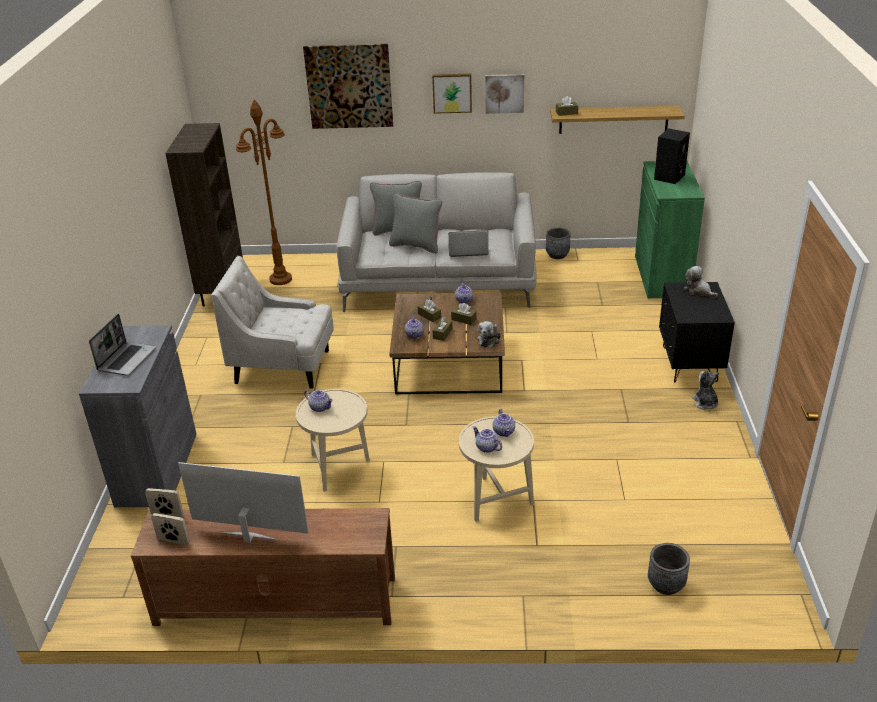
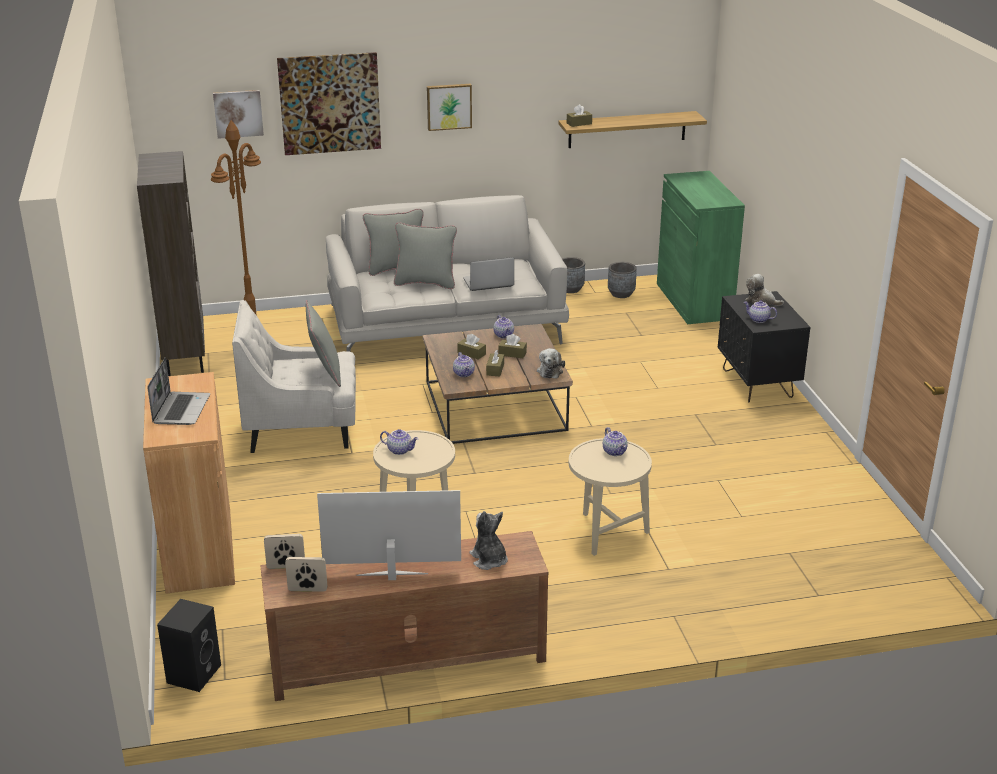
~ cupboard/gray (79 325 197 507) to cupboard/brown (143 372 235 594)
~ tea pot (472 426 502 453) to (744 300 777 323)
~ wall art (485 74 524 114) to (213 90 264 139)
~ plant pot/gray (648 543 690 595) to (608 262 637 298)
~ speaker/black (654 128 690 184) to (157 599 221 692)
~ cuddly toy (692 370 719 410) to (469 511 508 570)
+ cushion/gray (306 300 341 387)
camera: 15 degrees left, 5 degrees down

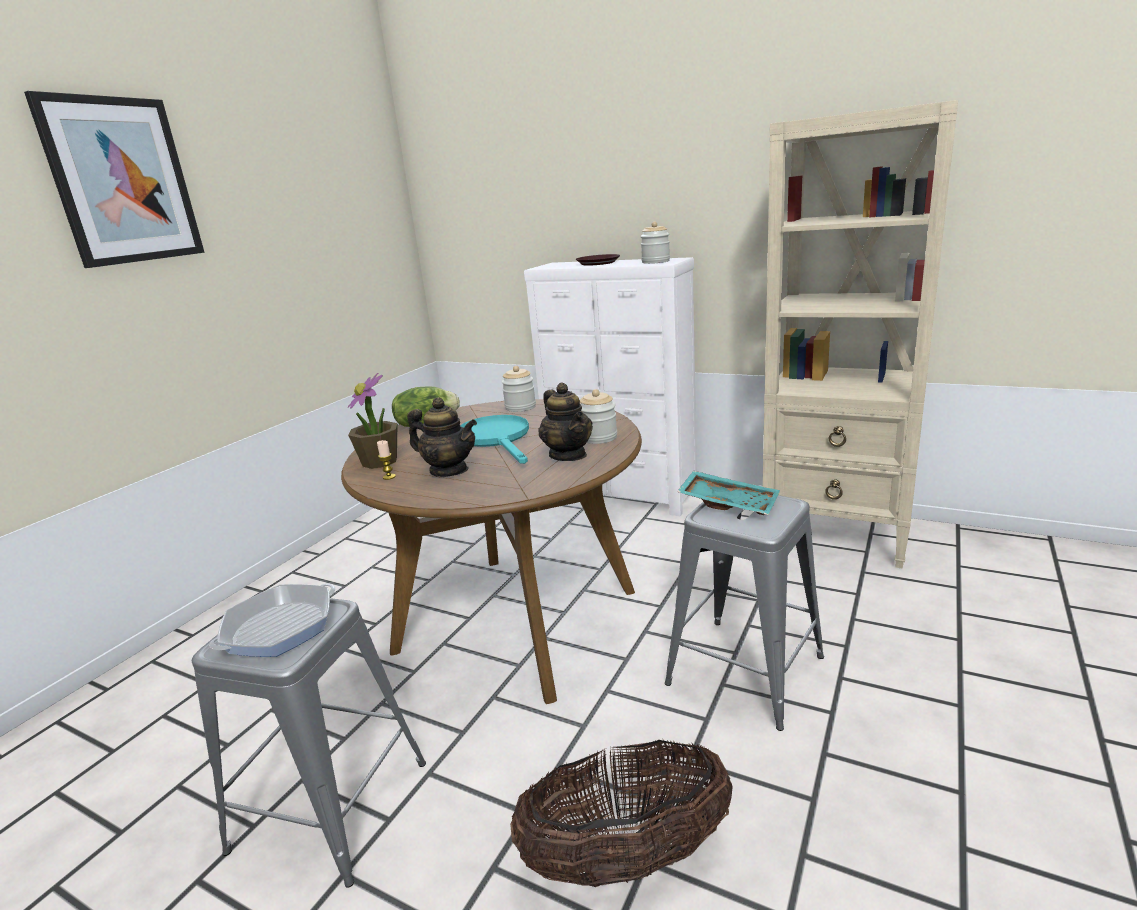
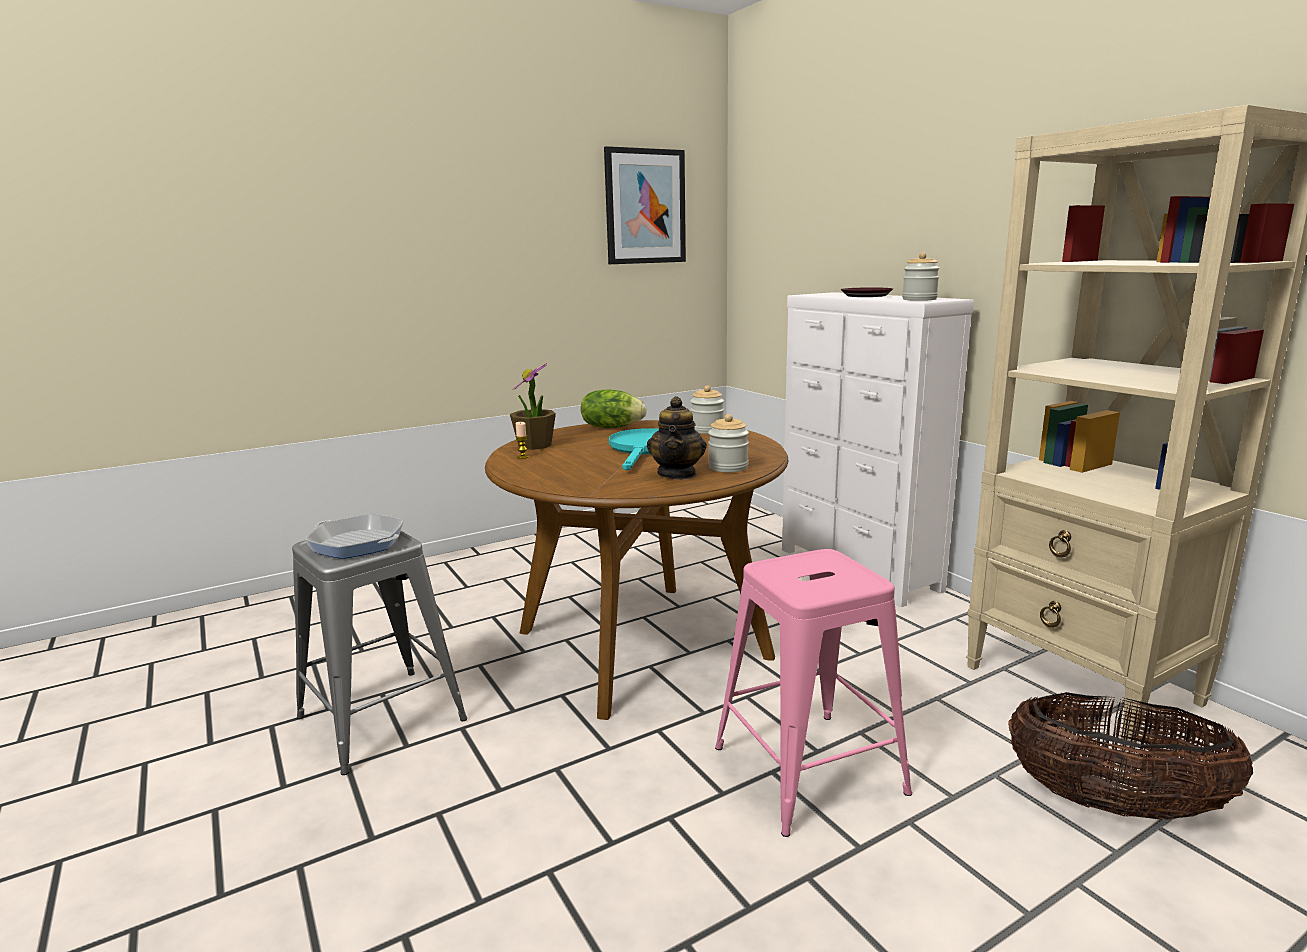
~ wall art (24 91 205 268) to (604 146 686 264)
~ frying pan (209 584 335 657) = (305 514 404 559) 45 degrees clockwise
- tea pot (407 397 477 477)
~ household basket (510 739 733 887) to (1008 692 1253 820)
~ stool/gray (665 495 824 731) to stool/pink-coloured (715 549 912 837)
- serving tray/turquoise-coloured (677 471 780 515)
camera: 30 degrees right, 5 degrees down

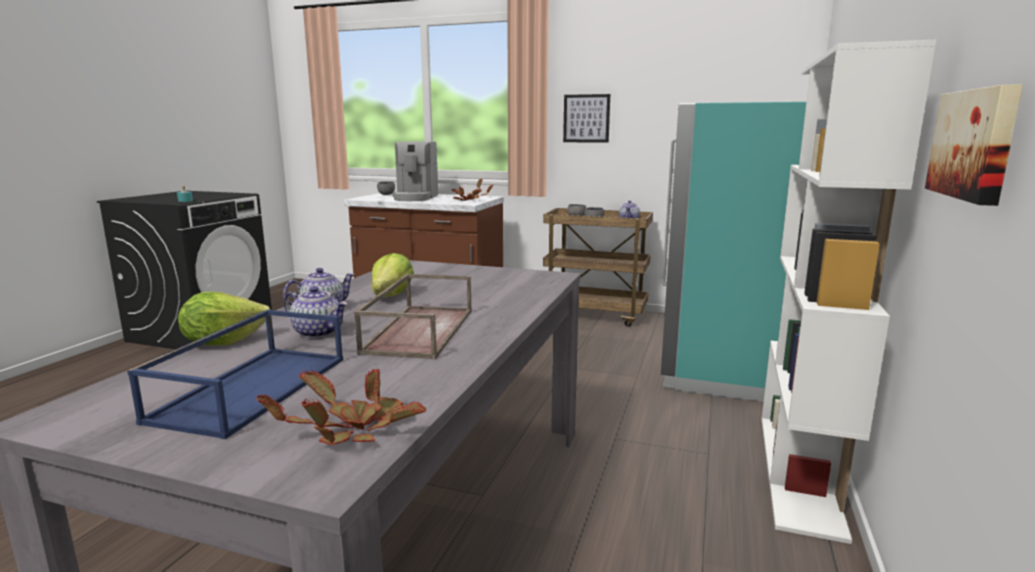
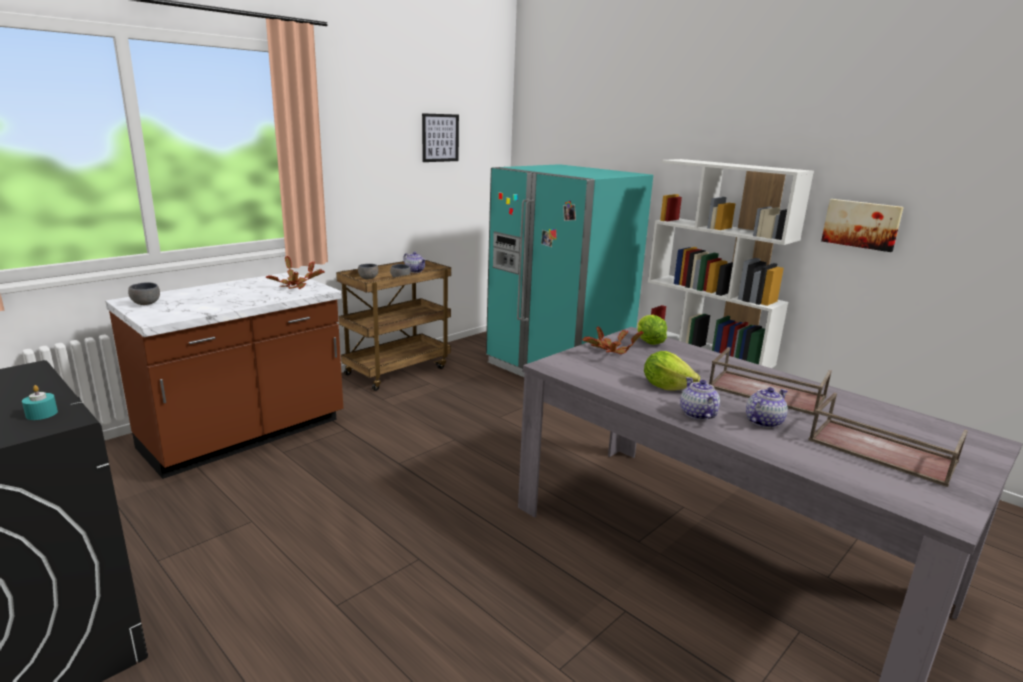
~ serving tray/blue-coloured (127 310 343 439) to serving tray/brown (808 393 968 487)
~ head of lettuce (178 292 270 345) to (637 314 667 345)
~ plant in a pot (257 368 426 445) to (582 327 644 354)
- coffee brewer (392 141 438 201)
~ wall art (563 94 610 143) to (422 113 459 162)
camera: 65 degrees left, 5 degrees up

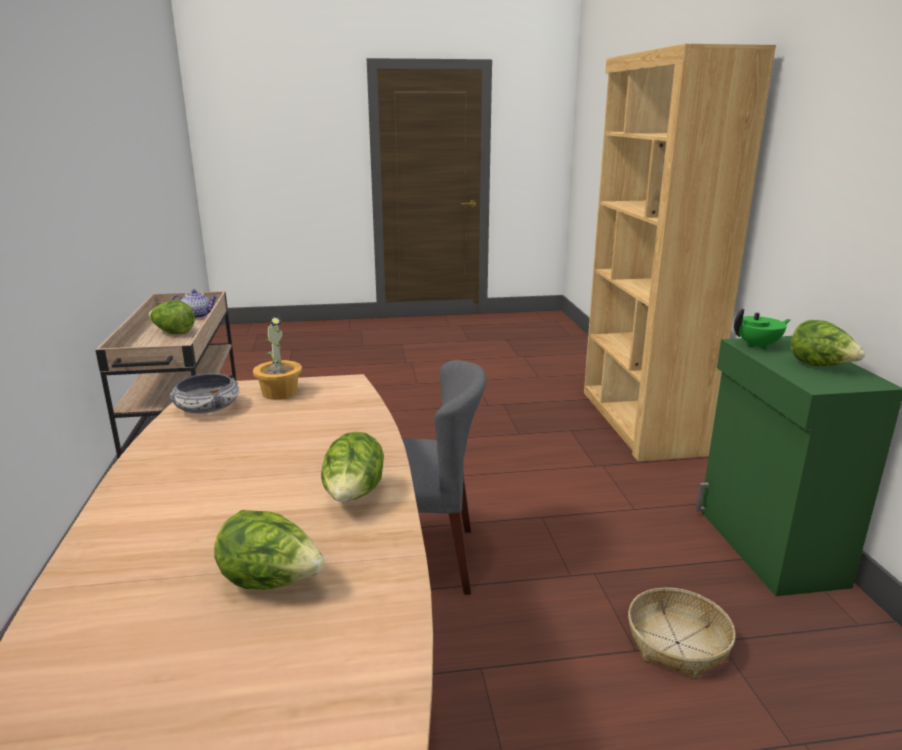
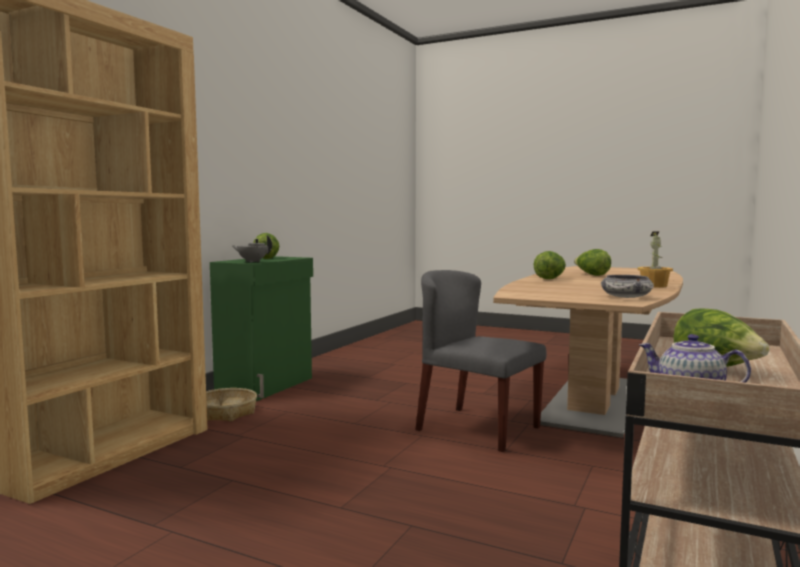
~ plant in a pot (253 316 302 400) to (637 232 673 288)
~ household basket (628 588 736 679) to (206 388 257 421)
~ tea pot/greenish (734 309 791 350) to tea pot/gray (232 235 272 262)
camera: 145 degrees left, 15 degrees down

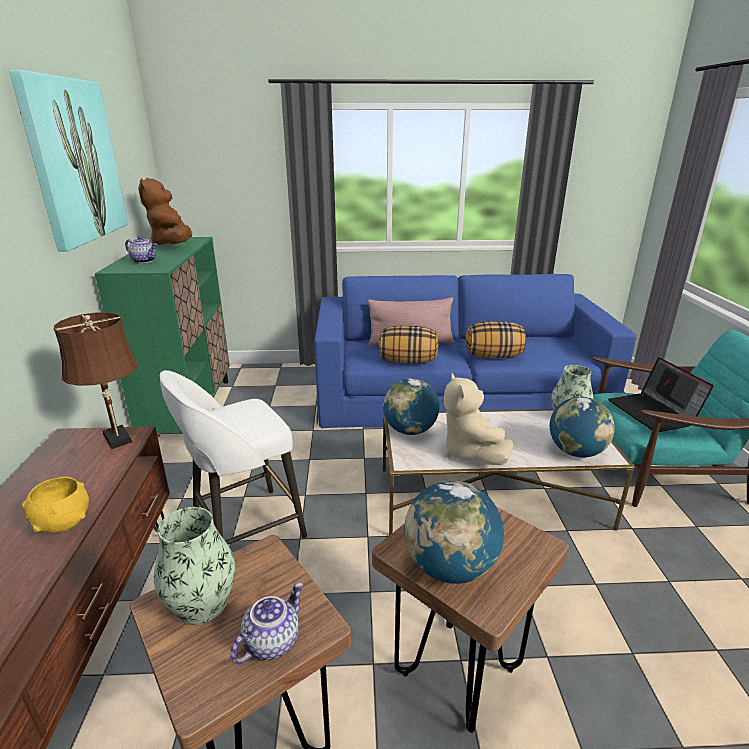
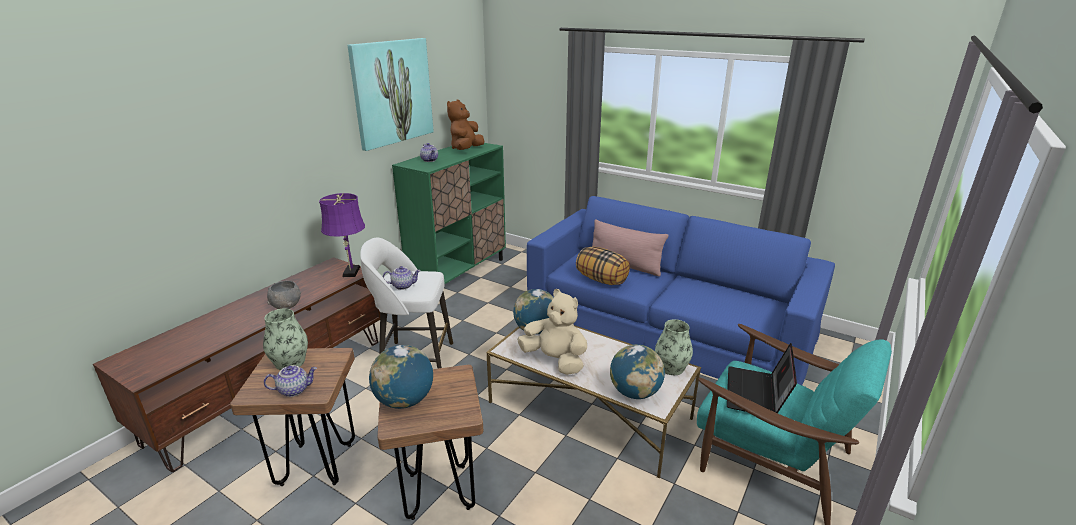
~ serving bowl/yellow-coloured (22 477 89 533) to serving bowl/gray (267 281 301 309)
~ lamp for a table/brown (54 312 138 449) to lamp for a table/purplish (319 193 365 277)
~ cuddly toy/beige-coloured (444 373 513 465) = (517 289 587 375) 105 degrees clockwise
- cushion (466 321 526 358)
+ tea pot (383 266 421 290)
camera: 35 degrees right, 0 degrees up

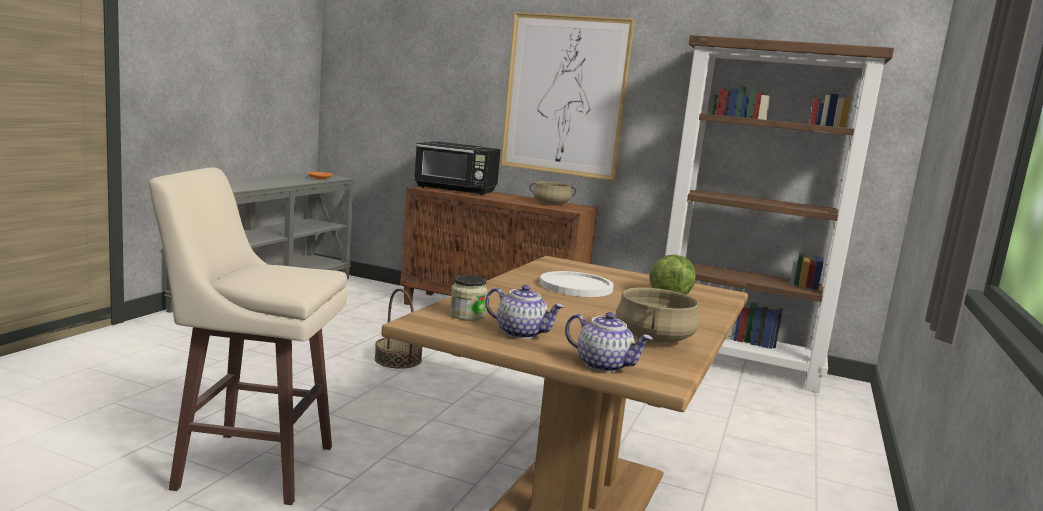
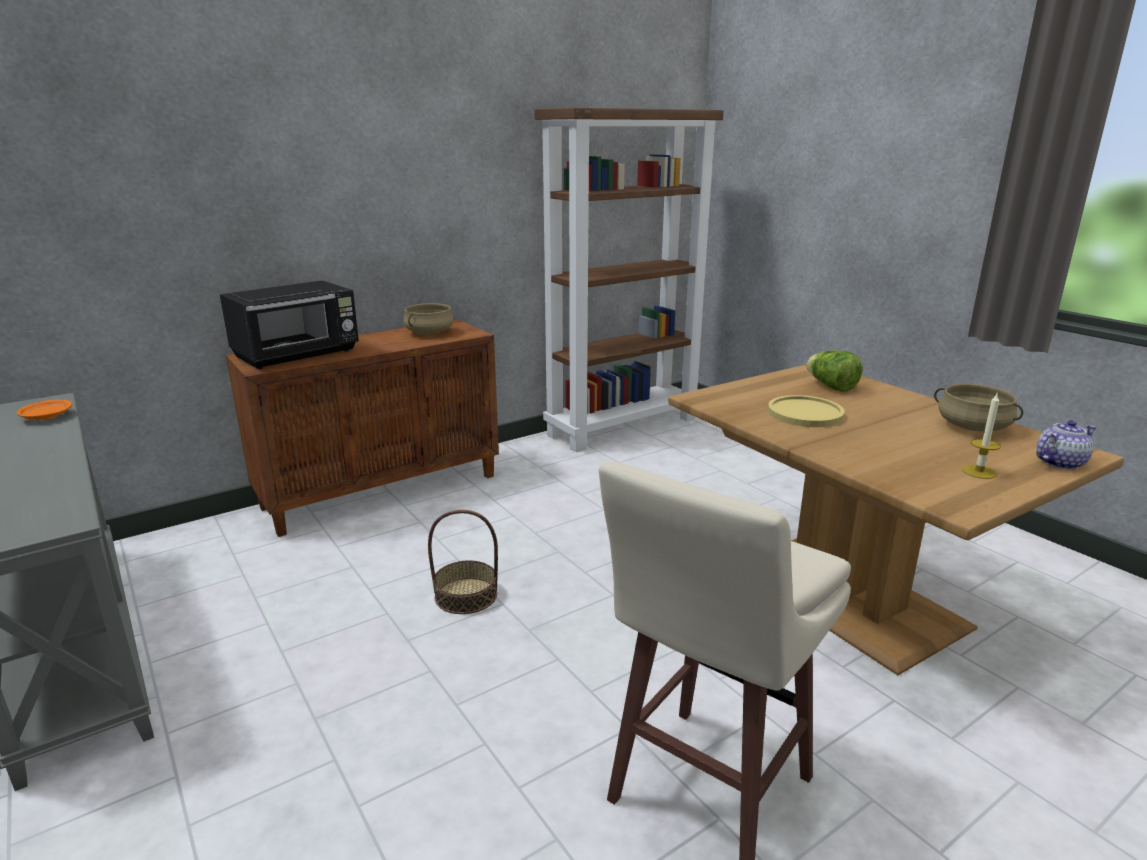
- jar (450 275 487 321)
~ tea pot (485 285 564 339) to wax light (962 394 1001 479)
- wall art (500 12 635 181)
~ flat dish/white-coloured (540 271 614 297) to flat dish/yellow-coloured (768 395 845 427)
camera: 55 degrees left, 10 degrees up

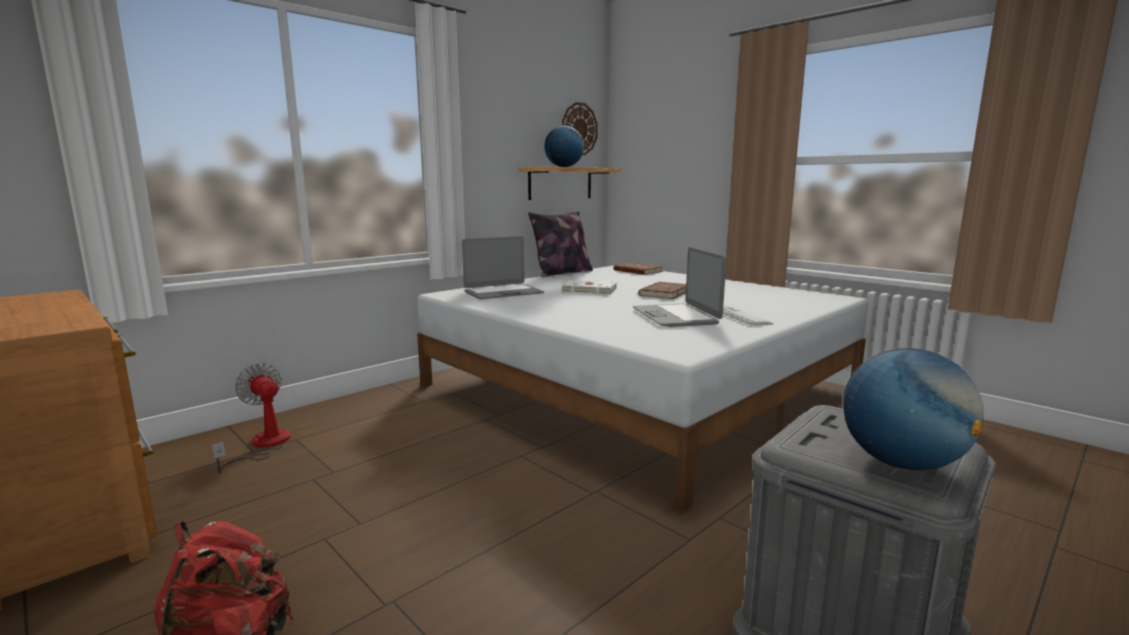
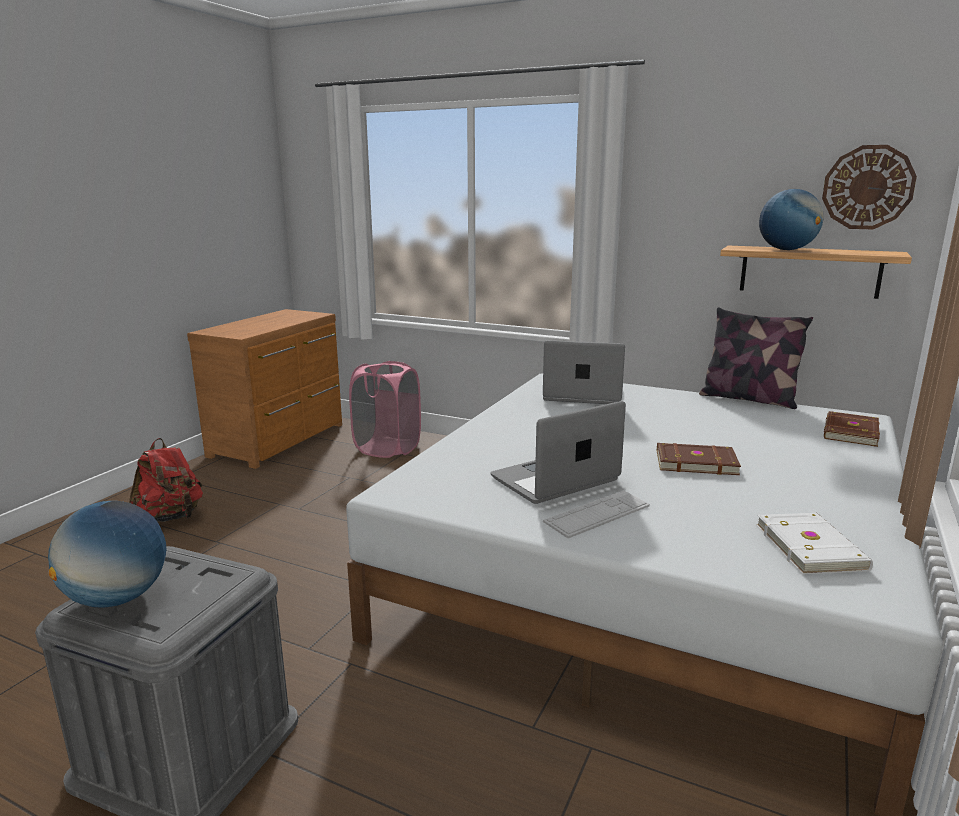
~ electric fan (212 363 290 474) to laundry basket/pink-coloured (349 361 421 458)
~ portable computer (462 236 544 299) = (543 340 625 404) 150 degrees clockwise
~ book/white-coloured (562 280 617 294) to (756 513 873 574)
camera: 70 degrees right, 5 degrees up

